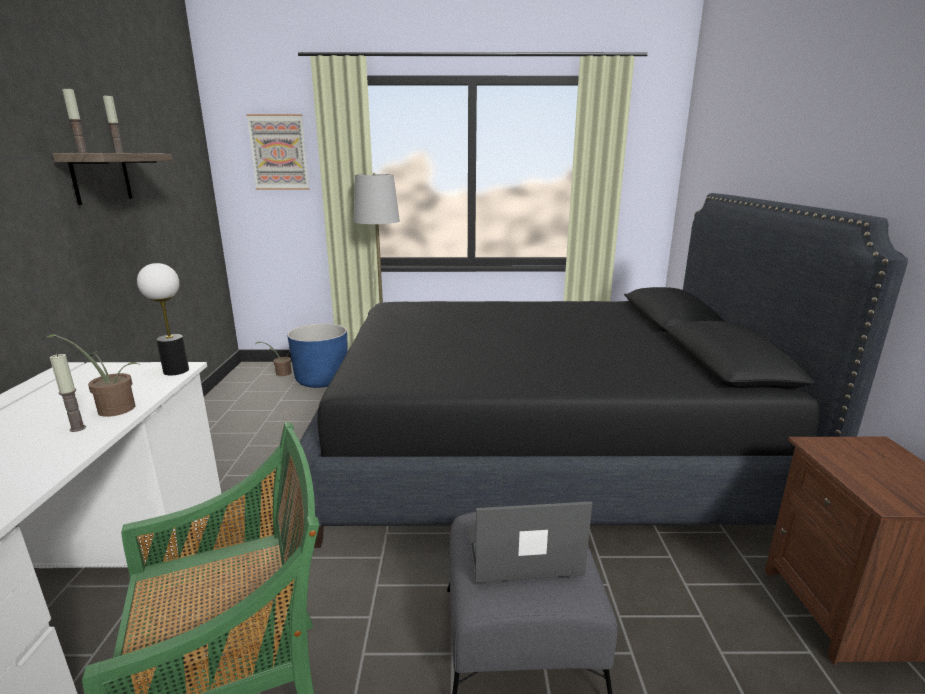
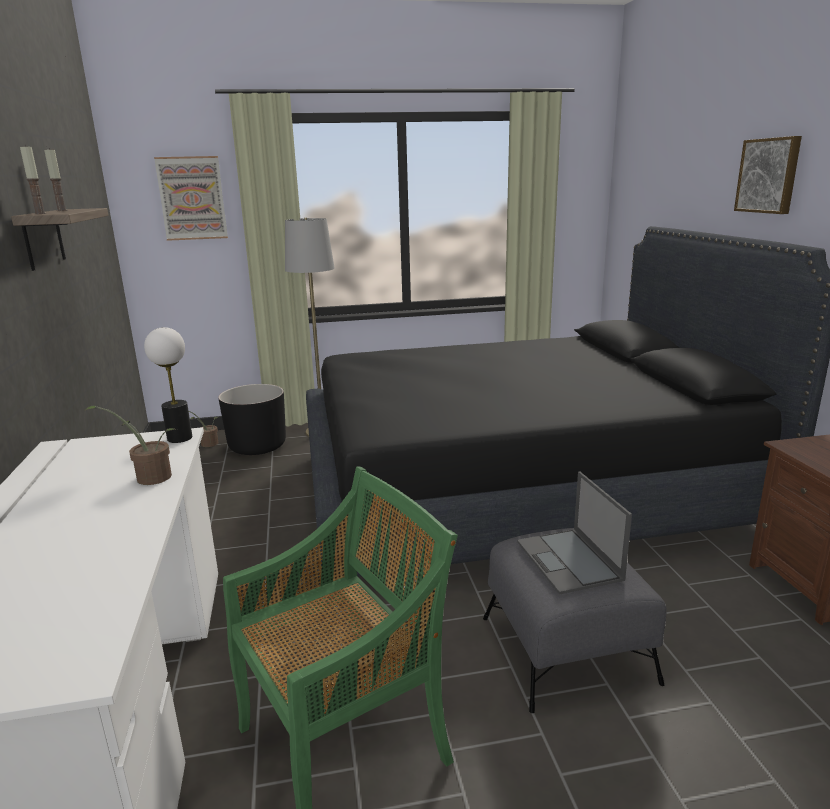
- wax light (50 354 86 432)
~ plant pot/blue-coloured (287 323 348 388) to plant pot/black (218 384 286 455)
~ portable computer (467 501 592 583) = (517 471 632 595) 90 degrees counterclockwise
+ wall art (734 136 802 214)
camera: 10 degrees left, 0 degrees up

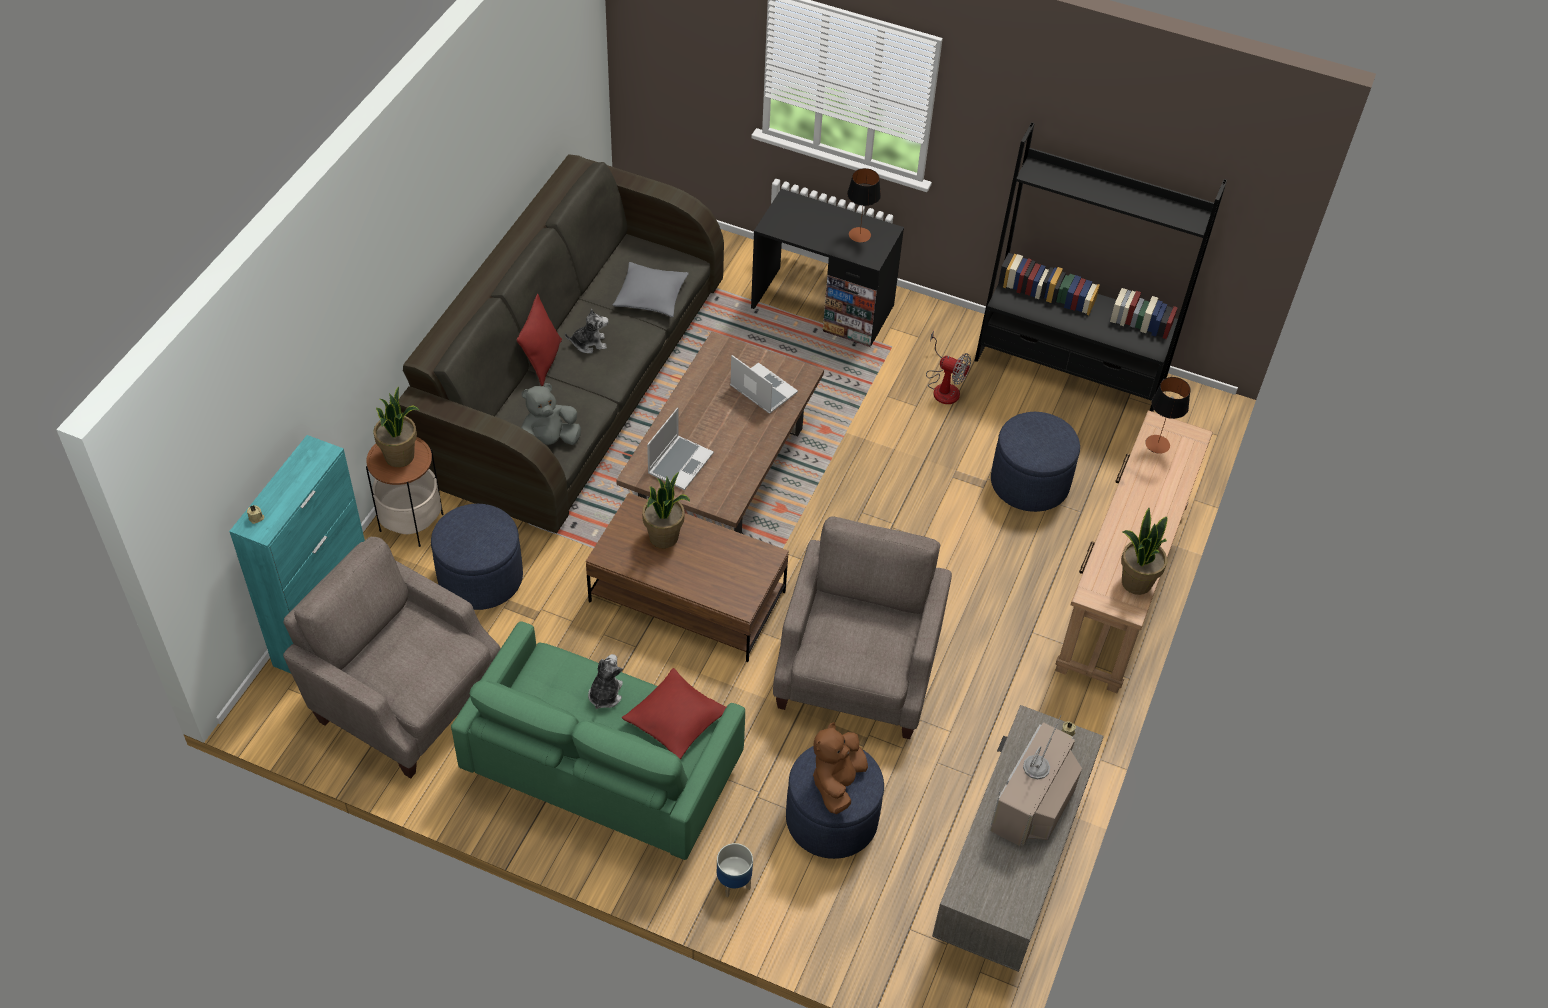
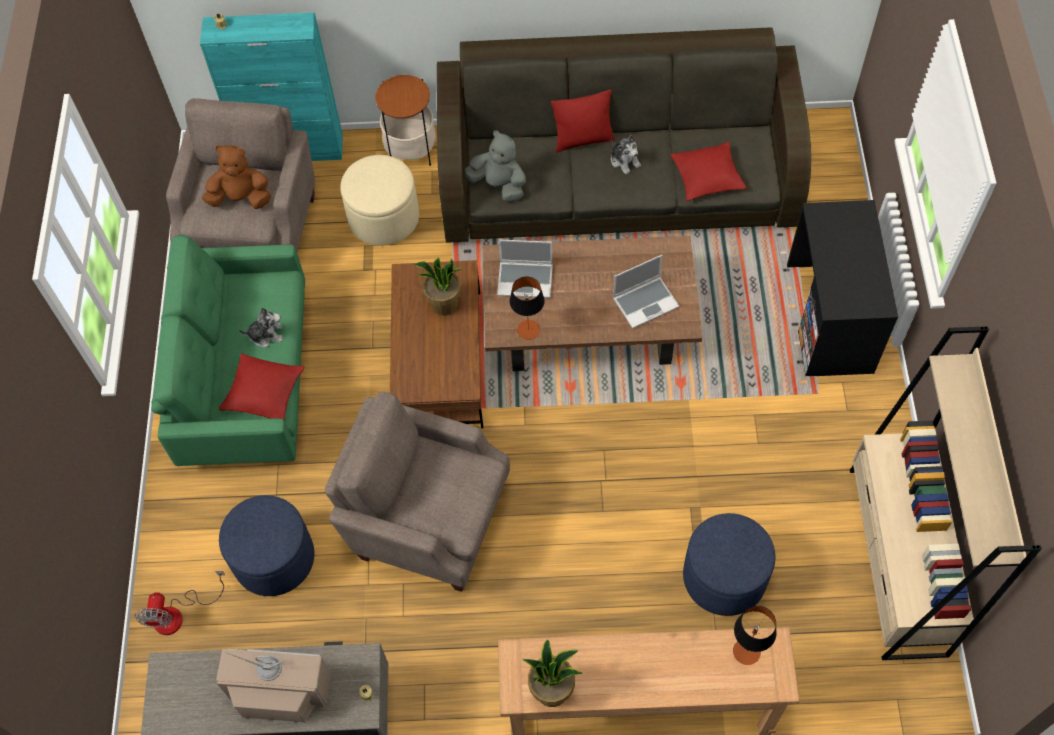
- plant in a pot (373 387 419 467)
~ ottoman/blue-coloured (431 504 523 610) to ottoman/beige-coloured (340 155 419 246)
~ cushion/gray (613 262 689 317) to cushion/red (670 142 747 201)
- plant pot (717 843 753 897)
~ portable computer (730 355 798 414) = (613 255 679 329) 45 degrees clockwise
~ easy chair/beige-coloured (773 516 952 739) = (325 392 510 592) 150 degrees counterclockwise
~ cuddly toy/brown (813 722 868 814) to (202 145 271 209)
~ lamp for a table (847 168 881 242) to (509 276 545 340)
~ electric fan (926 331 971 404) to (134 571 225 635)
~ bookshelf/black (975 122 1227 412) to bookshelf/beige-coloured (850 326 1042 660)
camera: 70 degrees right, 10 degrees up

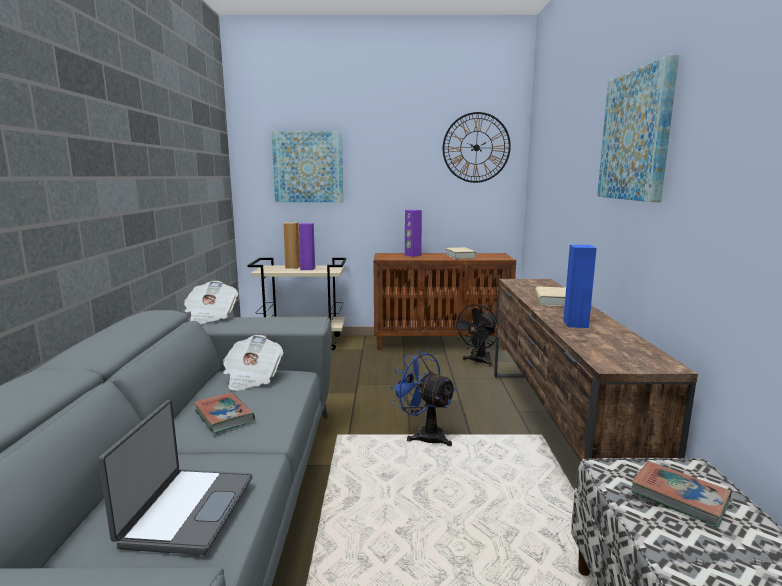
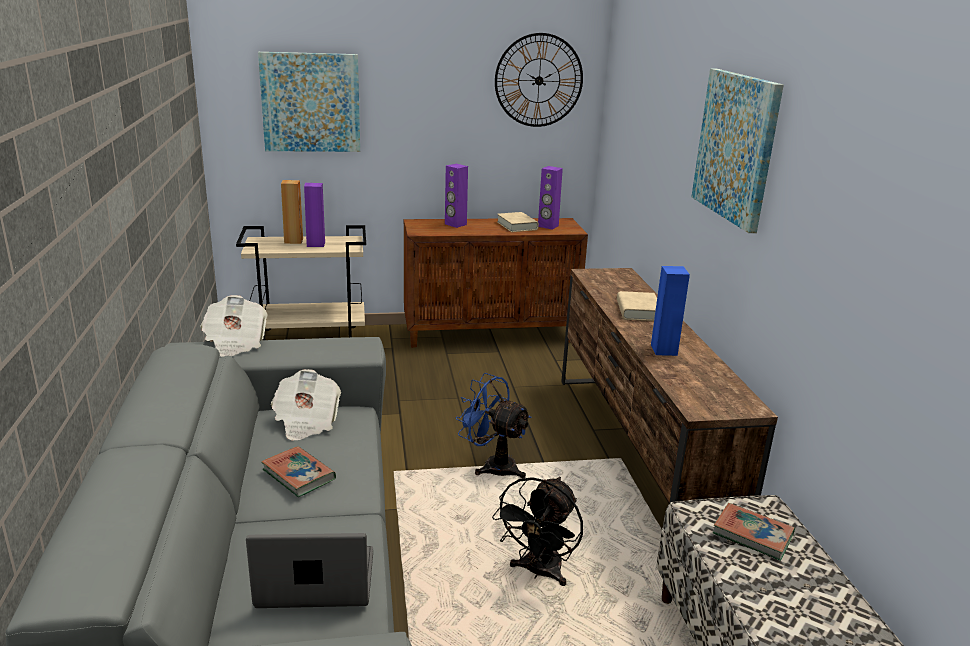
~ portable computer (98 400 253 555) = (246 533 373 608) 90 degrees counterclockwise
~ electric fan/black (453 304 497 366) to (492 477 583 586)
+ speaker/purplish (538 166 563 230)
camera: 10 degrees left, 10 degrees up

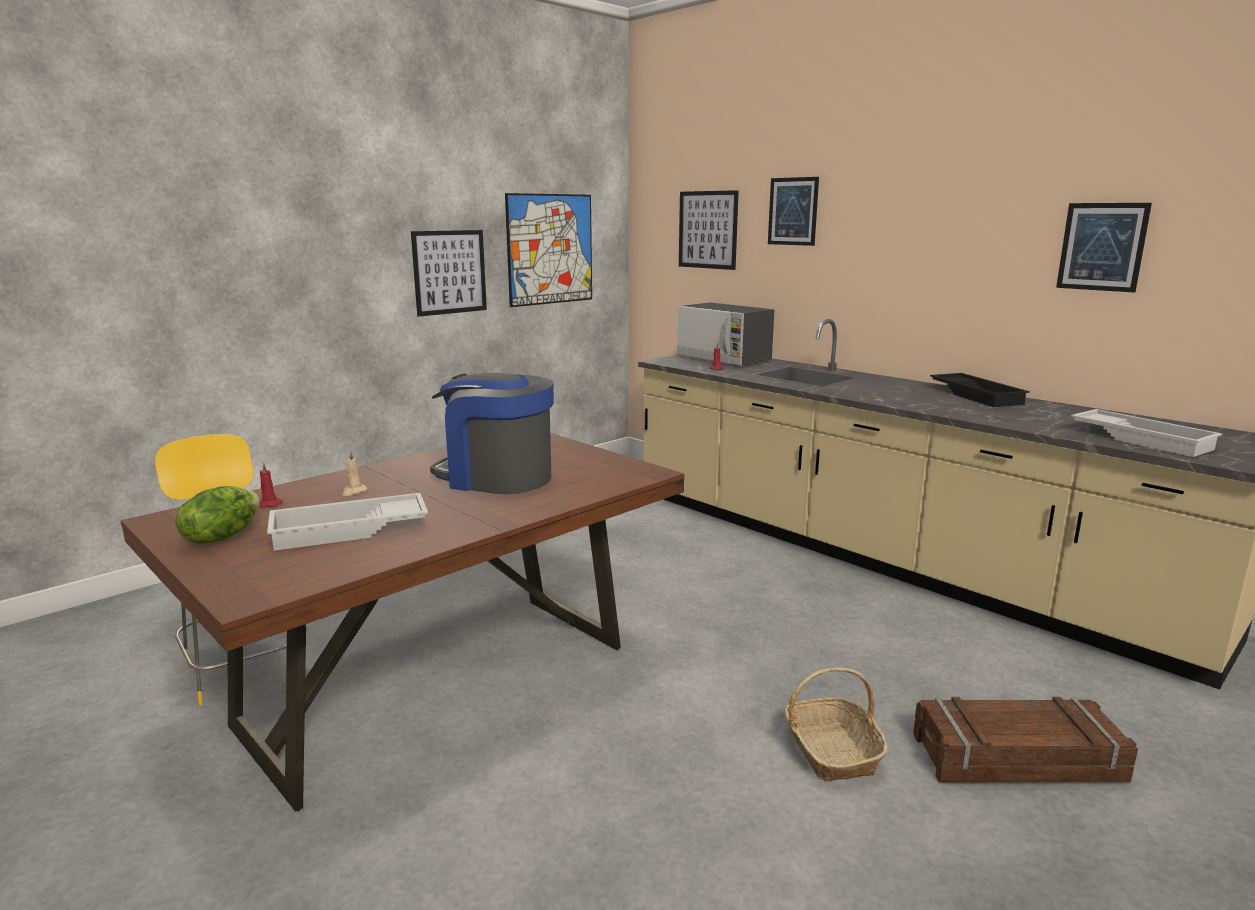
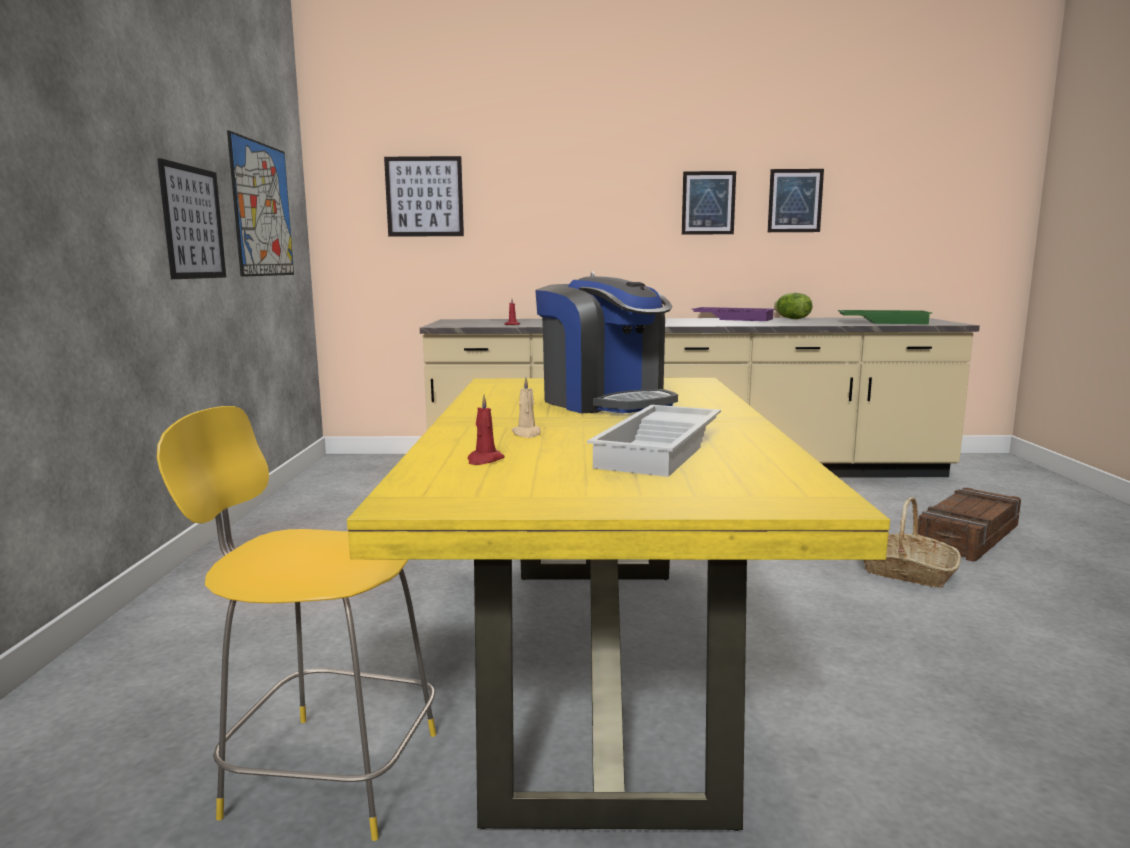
~ dinner table/brown (120 433 685 811) to dinner table/yellow-coloured (347 378 890 831)
~ head of lettuce (176 486 260 544) to (774 293 813 319)
~ coffee brewer (430 373 554 494) = (535 276 678 413) 105 degrees counterclockwise
- microwave oven (677 303 775 366)
~ wall art (768 177 819 246) to (682 171 736 235)
~ serving tray/black (930 373 1030 407) to serving tray/purplish (691 307 775 321)
~ serving tray/white-coloured (1071 409 1222 457) to serving tray/greenish (838 310 932 324)
camera: 45 degrees left, 5 degrees down

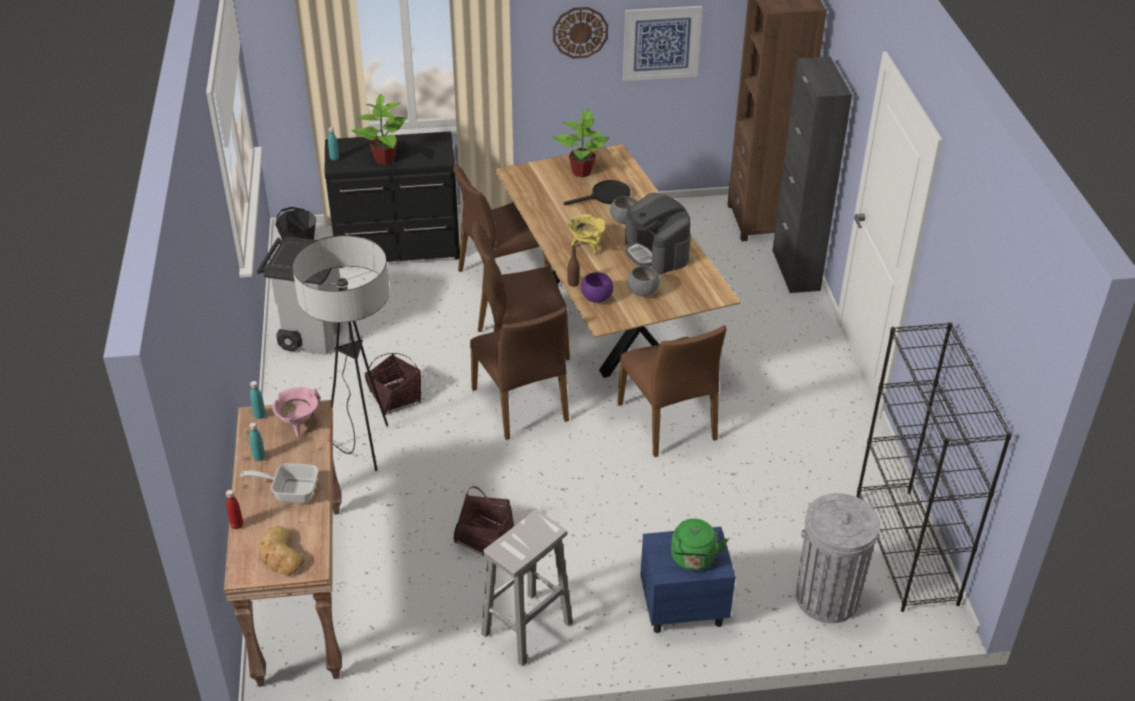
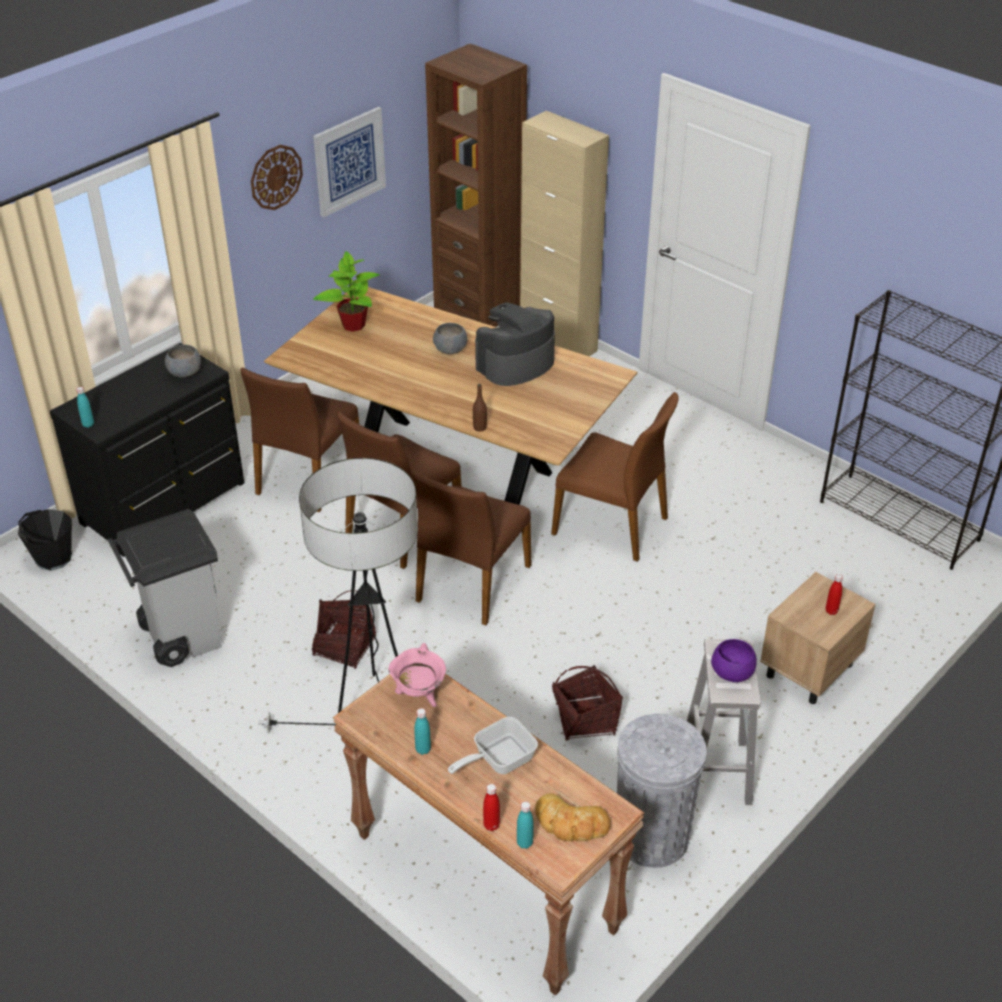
~ beverage bottle/turquoise-coloured (250 381 266 419) to (517 801 534 849)
- plant in a pot (351 94 407 165)
~ upright chair/brown (470 307 569 440) = (412 471 531 625) 90 degrees clockwise
- frying pan/black (564 180 630 205)
- cooking pot/yellow-coloured (568 214 606 255)
~ serving bowl/purplish (581 272 613 303) to (711 639 757 682)
~ coffee brewer (625 193 691 275) = (475 303 555 386) 120 degrees clockwise
~ serving bowl/gray (627 266 660 297) to (165 345 201 377)
~ night table/blue-coloured (640 527 736 633) to night table/beige-coloured (760 572 876 704)
~ water kettle/greenish (671 519 728 571) to beverage bottle/red (826 574 843 615)
~ cupboard/black (772 57 852 293) to cupboard/beige-coloured (520 111 609 356)
~ rubbish bin/gray (796 493 880 623) to (617 714 707 868)
camera: 40 degrees left, 0 degrees up

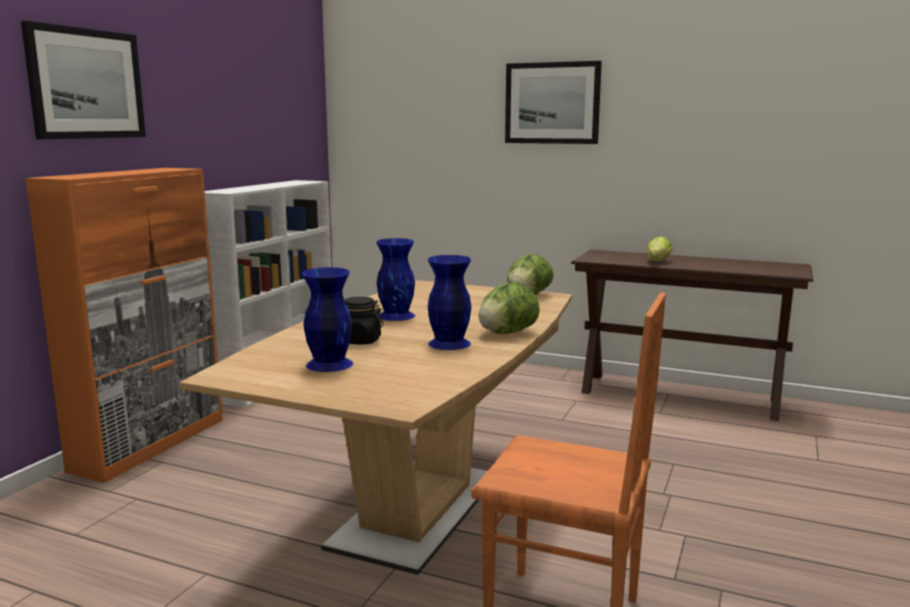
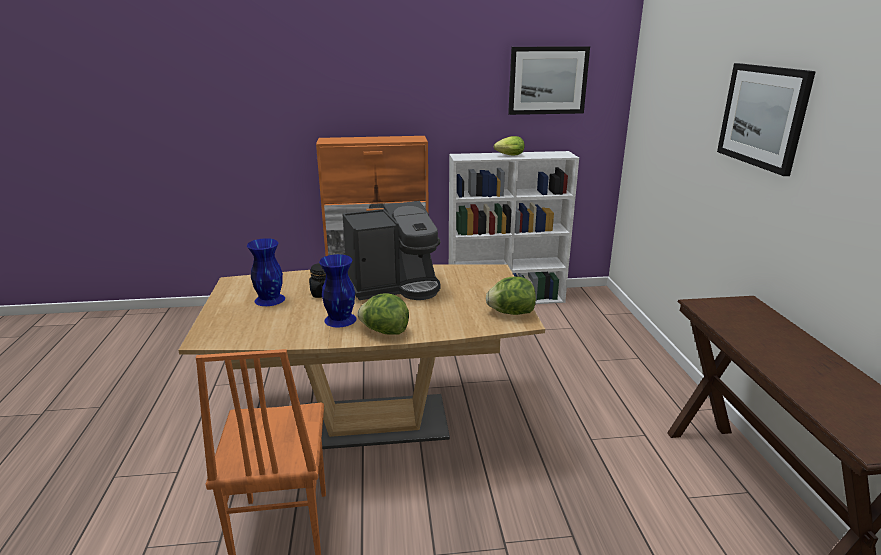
~ wall art (21 21 146 139) to (508 46 590 115)
~ decorative vase/blue-coloured (376 238 415 321) to coffee brewer (342 201 441 300)
~ head of lettuce (646 236 673 262) to (494 136 524 156)
camera: 60 degrees right, 10 degrees up

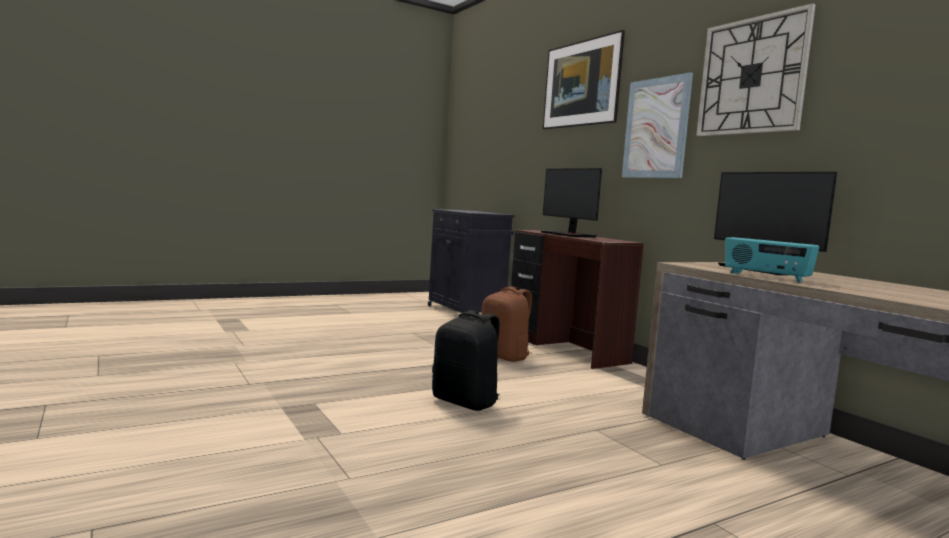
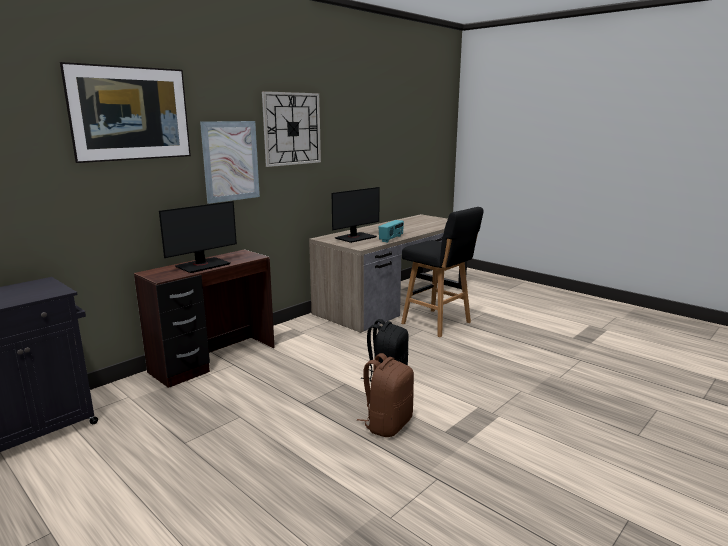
~ backpack/brown (482 286 533 362) to (357 353 414 437)
+ stool/black (401 207 484 337)
camera: 105 degrees left, 10 degrees up

